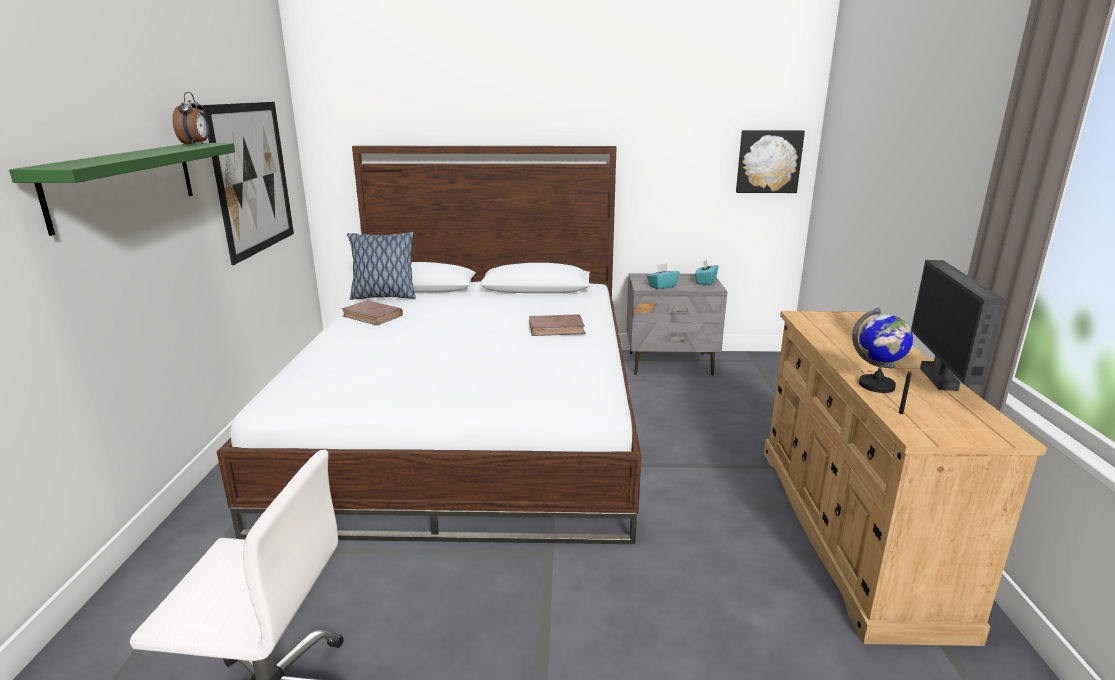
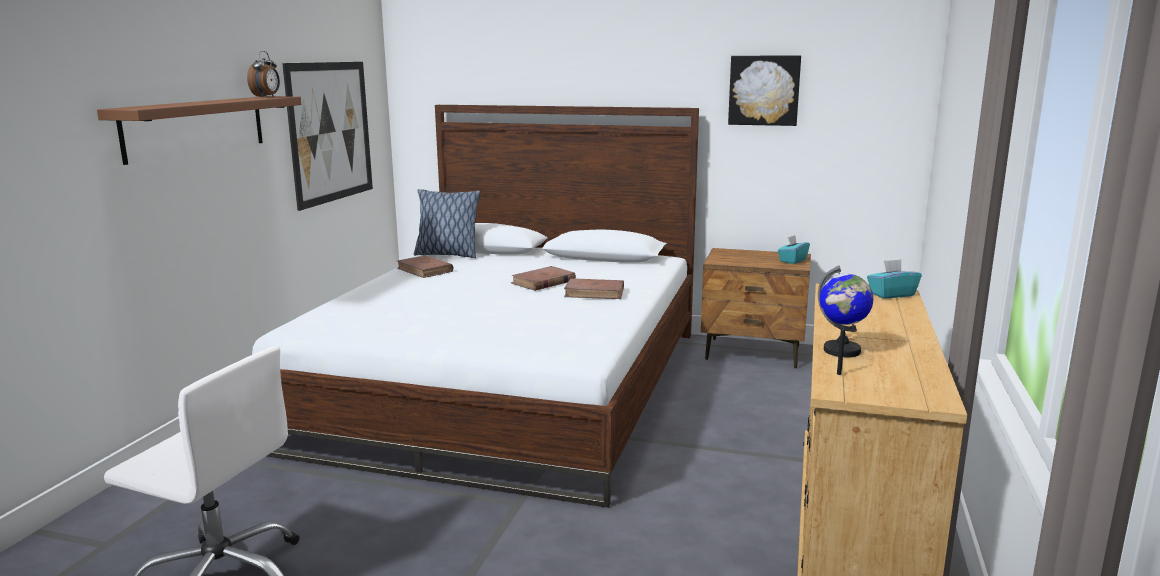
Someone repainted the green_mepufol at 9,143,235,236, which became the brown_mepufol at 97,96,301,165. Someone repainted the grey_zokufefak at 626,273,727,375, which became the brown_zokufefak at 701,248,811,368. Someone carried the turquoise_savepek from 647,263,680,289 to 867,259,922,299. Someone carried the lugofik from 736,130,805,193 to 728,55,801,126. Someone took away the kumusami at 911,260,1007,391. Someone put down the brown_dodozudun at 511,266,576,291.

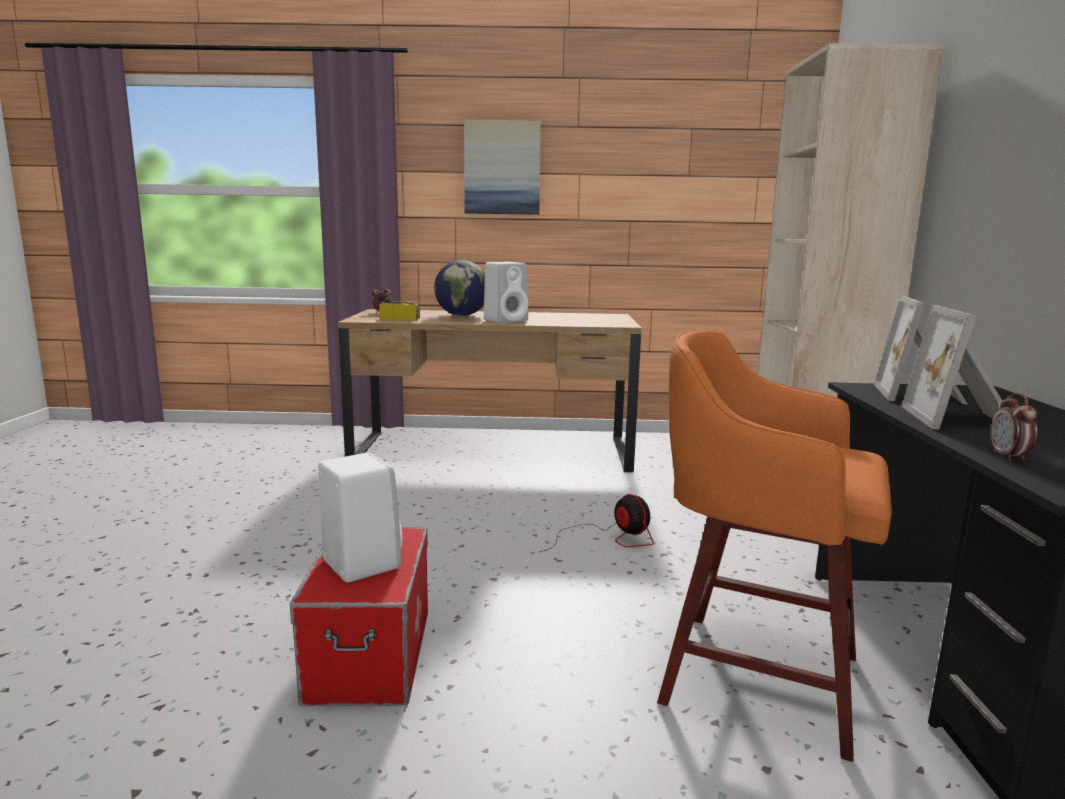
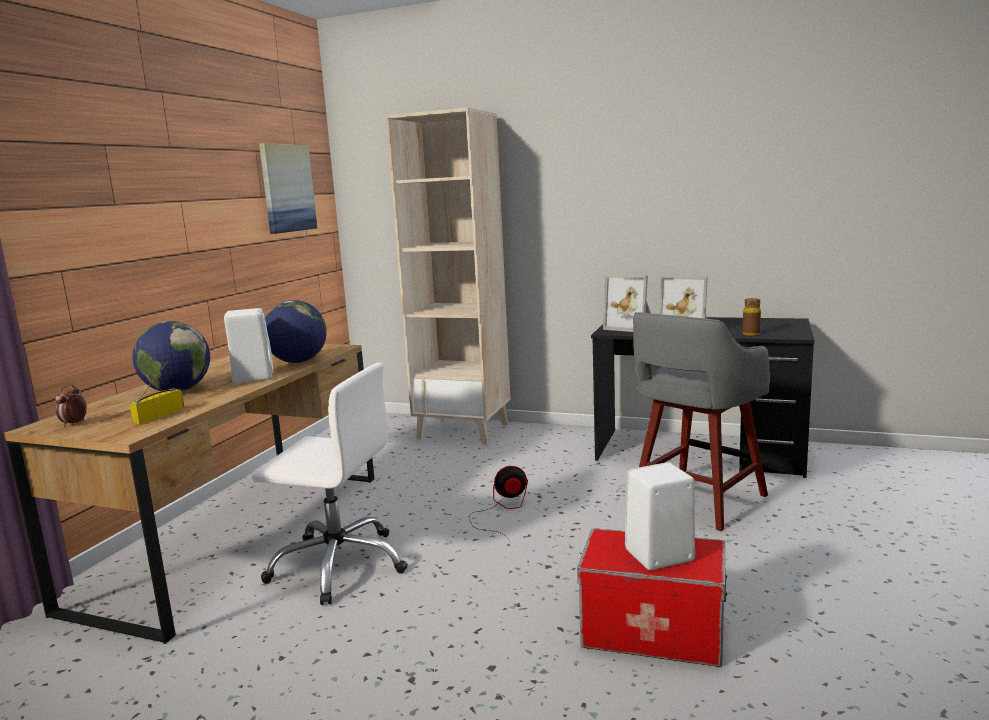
Someone carried the lugofik from 464,120,541,215 to 259,143,317,234. Someone repainted the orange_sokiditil at 657,329,892,762, which became the grey_sokiditil at 633,312,770,531. Someone swapped the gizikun at 991,392,1038,461 for the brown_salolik at 743,298,761,336. Someone put down the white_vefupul at 252,362,408,605. Someone put down the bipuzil at 265,300,327,363.

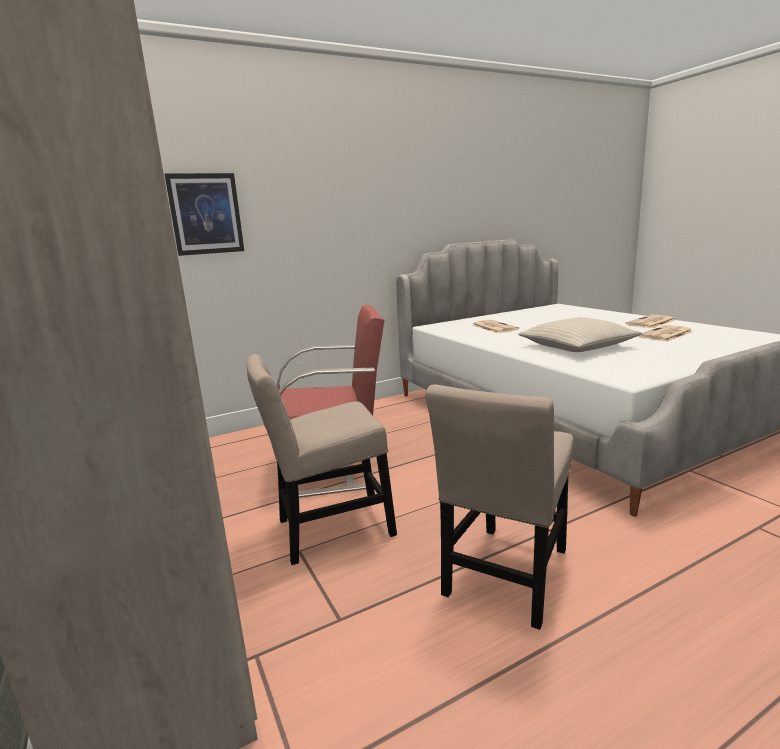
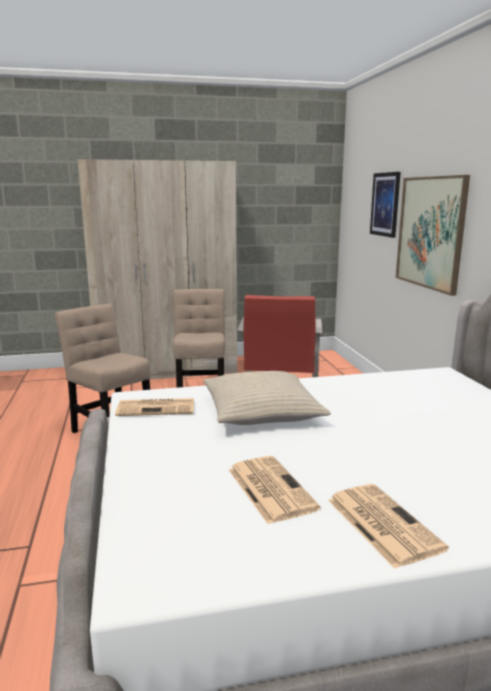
Someone carried the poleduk from 472,320,519,333 to 115,398,194,416. Someone put up the lugofik at 396,175,470,296.

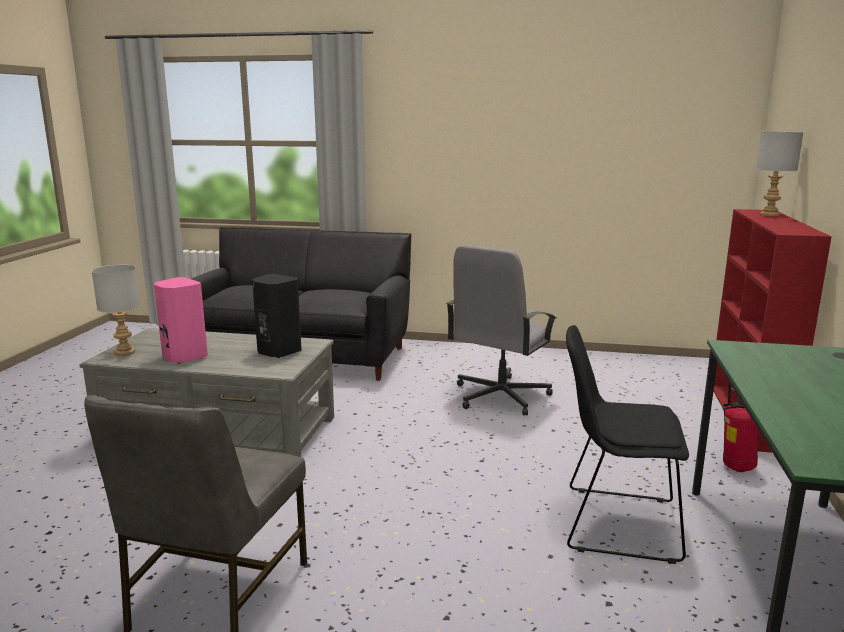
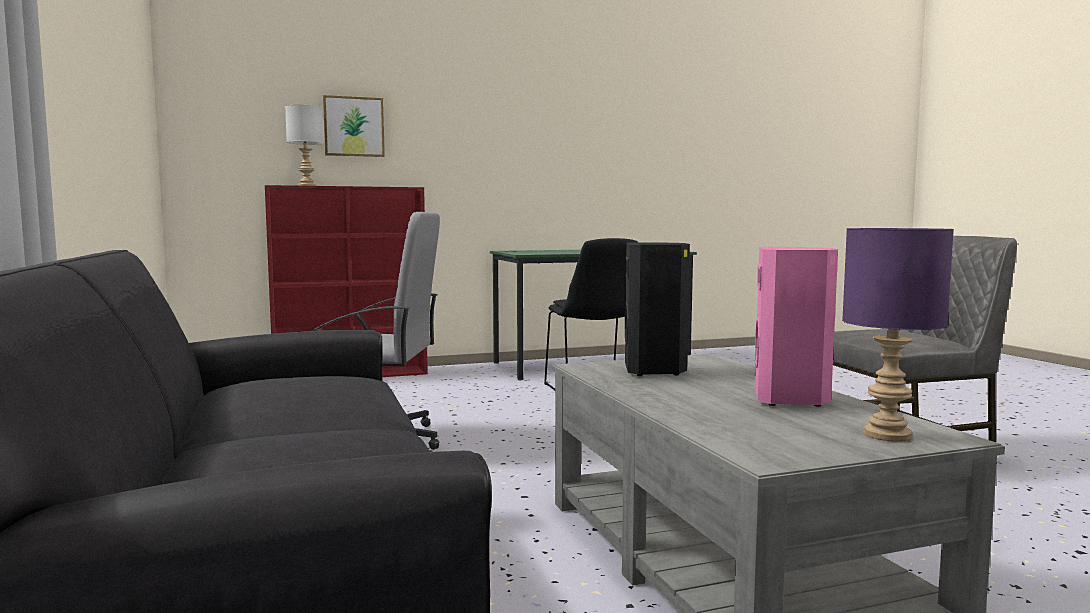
Someone repainted the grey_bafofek at 92,265,140,356, which became the purple_bafofek at 842,228,954,442. Someone took away the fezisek at 722,383,758,472. Someone put up the lugofik at 323,95,385,157.

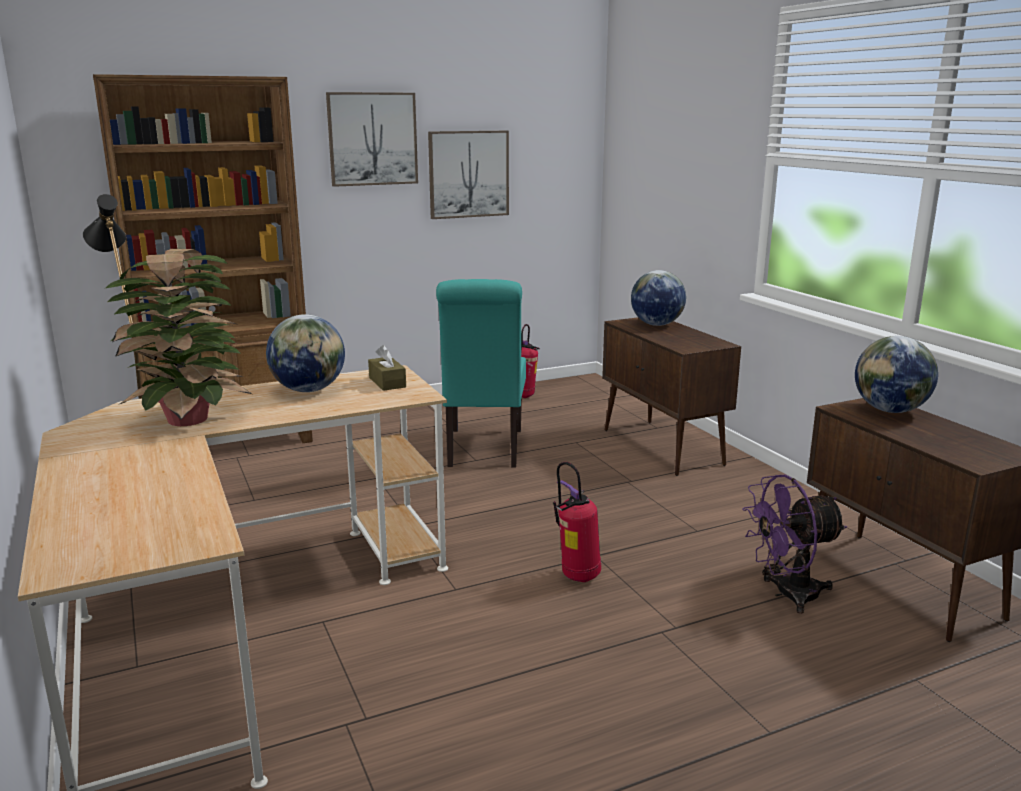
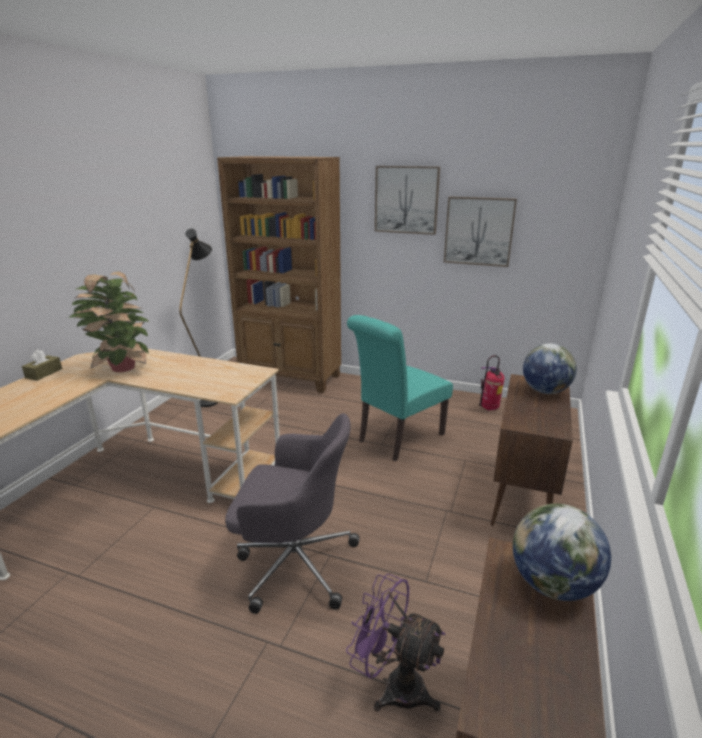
Someone took away the bipuzil at 266,314,345,392. Someone carried the brown_savepek from 368,345,406,391 to 22,349,62,381. Someone swapped the fezisek at 553,462,601,582 for the grey_vefupul at 225,413,360,614.

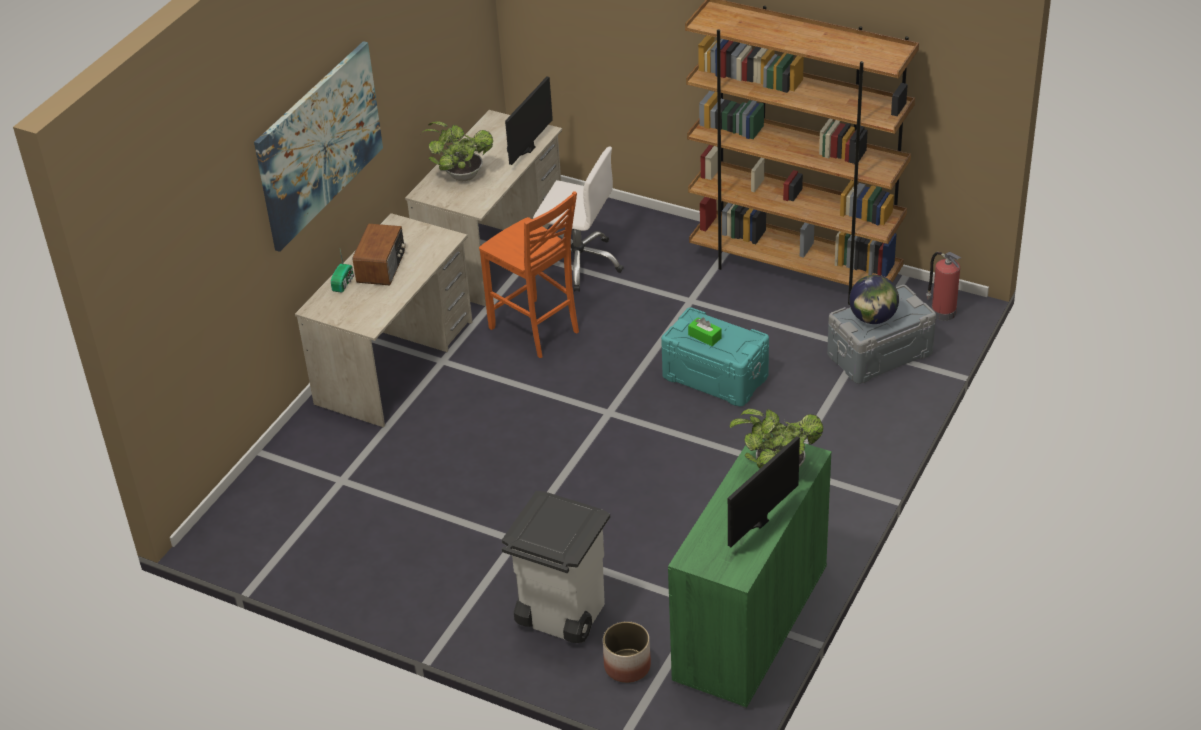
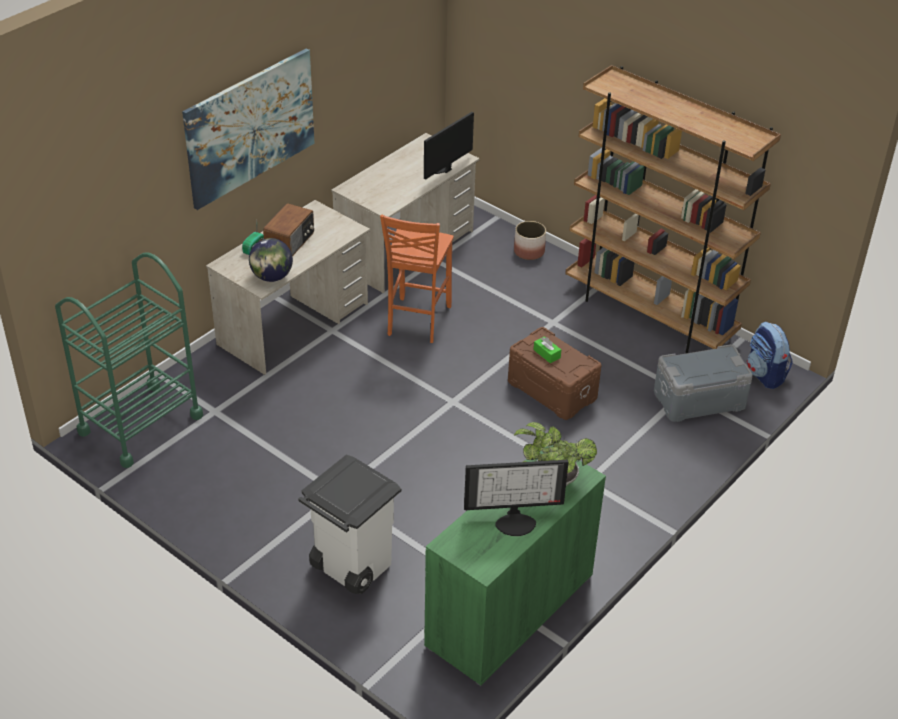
Someone took away the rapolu at 421,121,493,181. Someone rotated the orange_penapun at 479,191,579,358 by 45 degrees clockwise. Someone took away the white_vefupul at 533,147,624,292. Someone carried the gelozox from 603,621,651,683 to 514,221,546,260. Someone repainted the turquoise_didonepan at 661,307,769,406, which became the brown_didonepan at 508,327,601,420. Someone rotated the kumusami at 728,436,800,547 by 150 degrees counterclockwise. Someone carried the bipuzil from 849,275,899,324 to 249,238,293,282. Someone swapped the fezisek at 926,252,962,321 for the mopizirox at 747,321,793,389. Someone put down the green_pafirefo at 55,253,203,468.

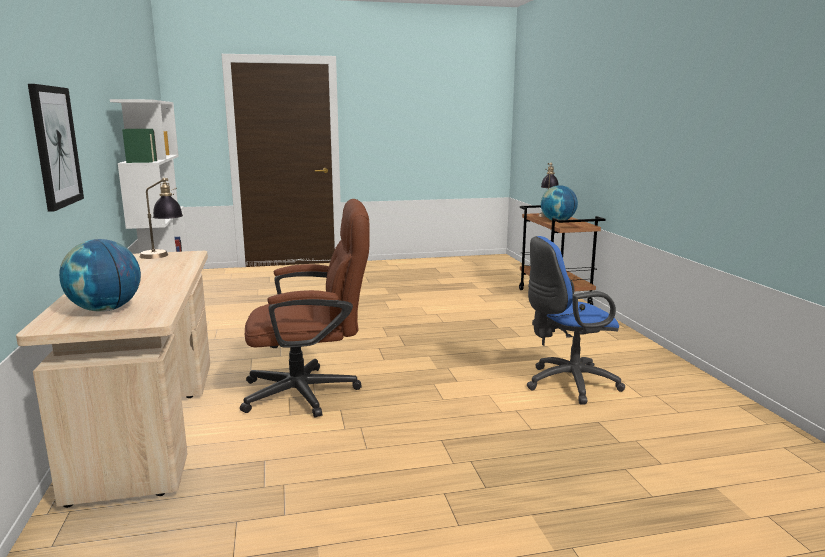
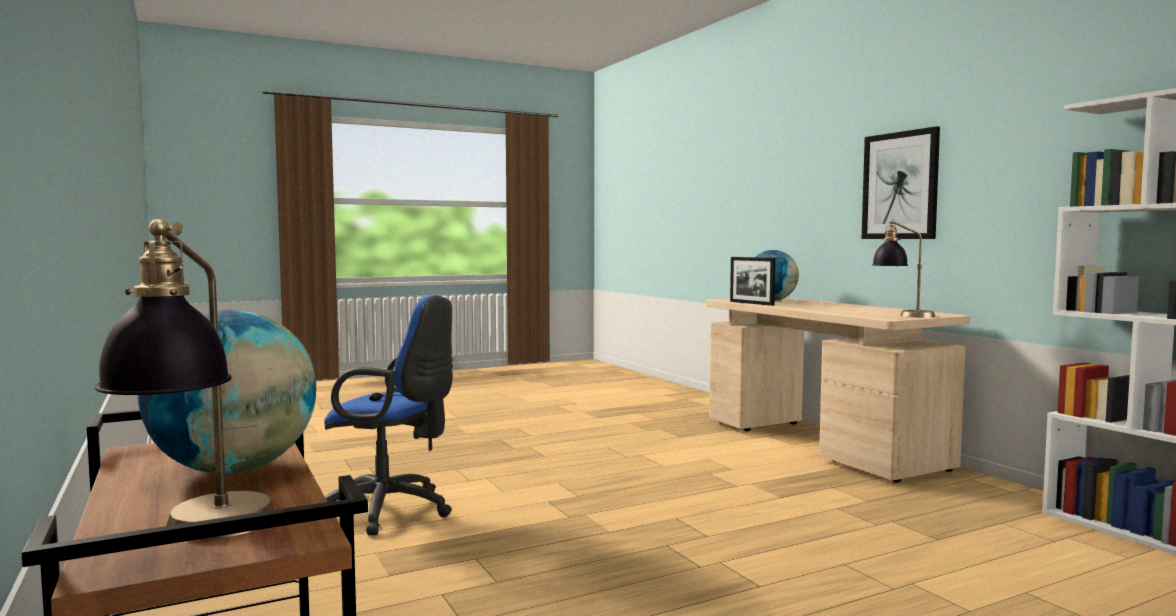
Someone took away the brown_vefupul at 240,199,369,417. Someone rotated the blue_vefupul at 527,236,625,404 by 45 degrees clockwise. Someone put down the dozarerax at 730,257,775,306.

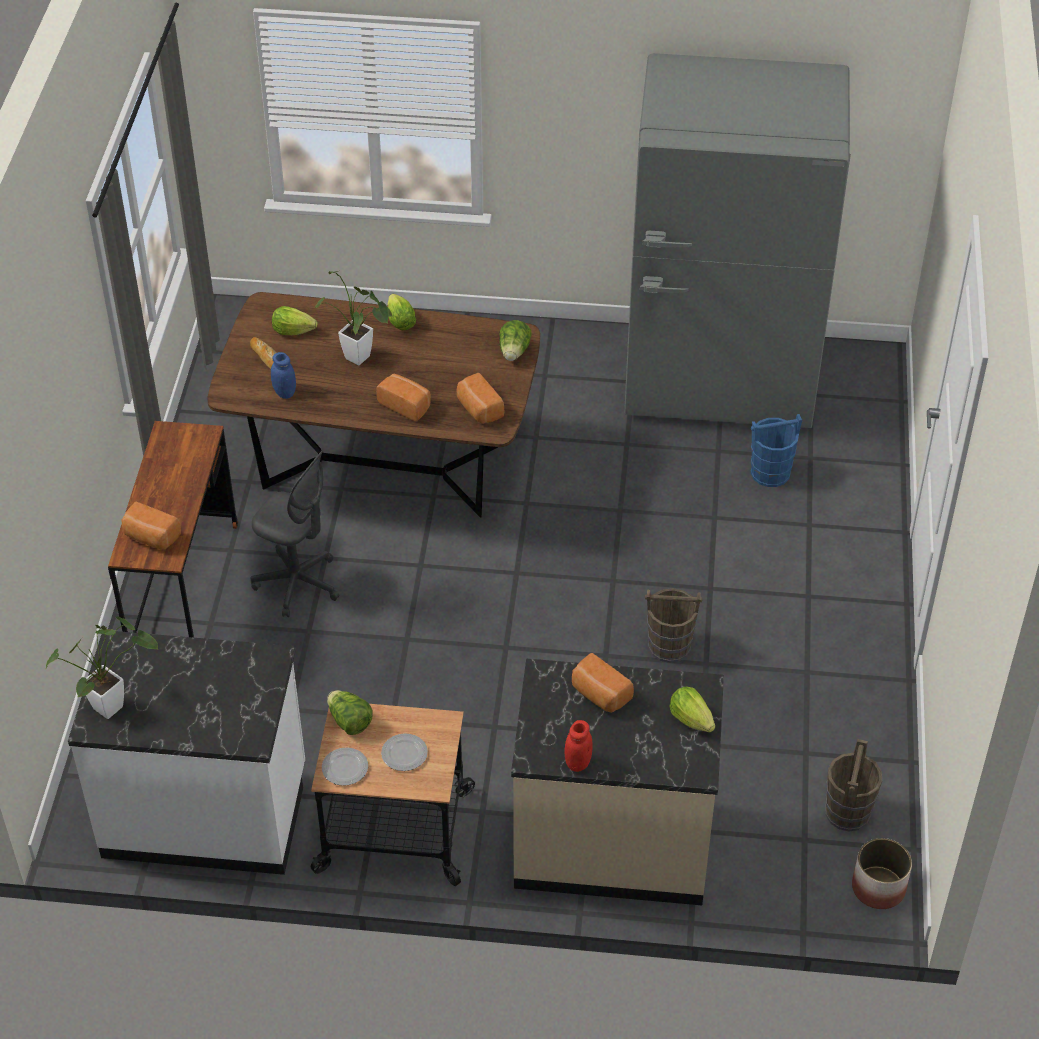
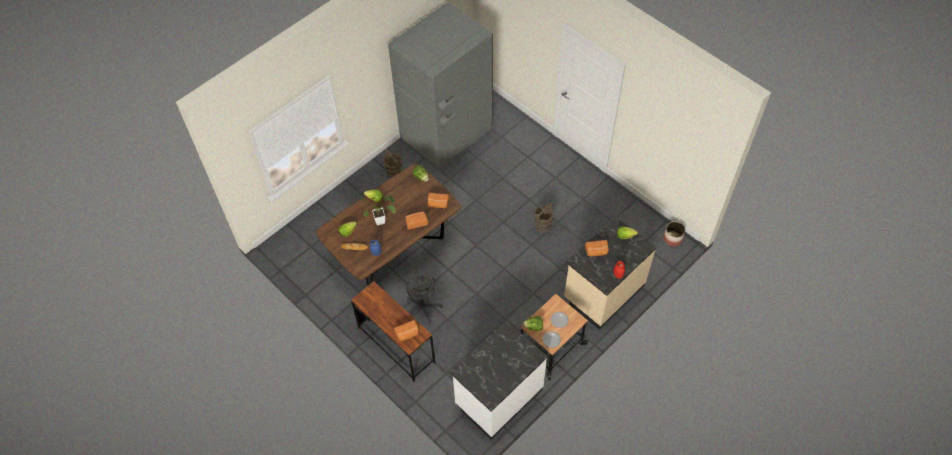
Someone took away the rapolu at 46,617,158,719. Someone rotated the grey_vefupul at 251,451,339,617 by 90 degrees clockwise. Someone took away the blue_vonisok at 751,414,802,487. Someone carried the brown_vonisok from 825,739,882,831 to 383,149,402,179.

